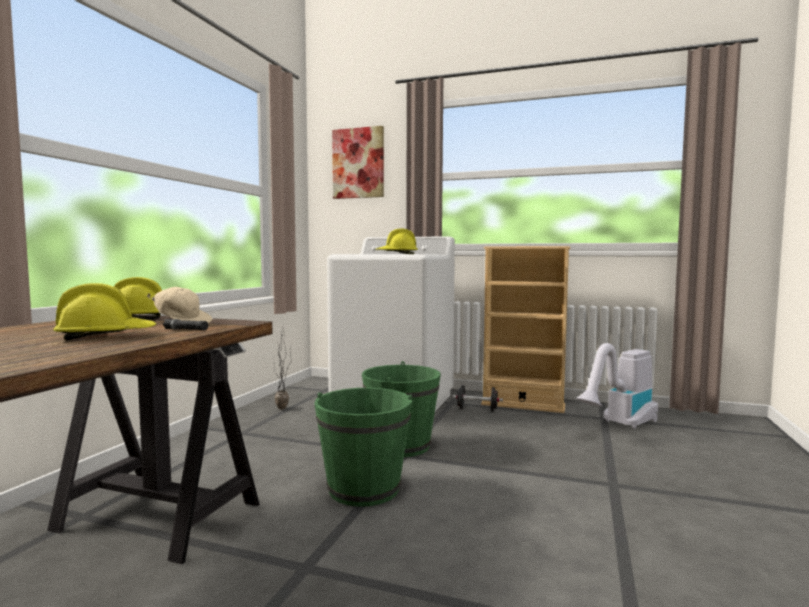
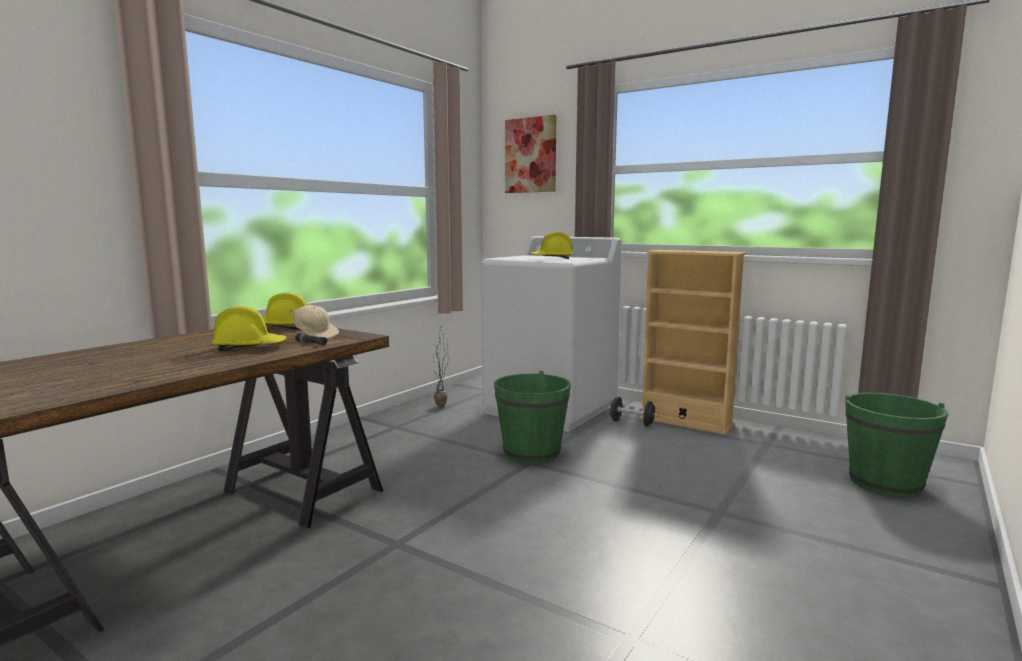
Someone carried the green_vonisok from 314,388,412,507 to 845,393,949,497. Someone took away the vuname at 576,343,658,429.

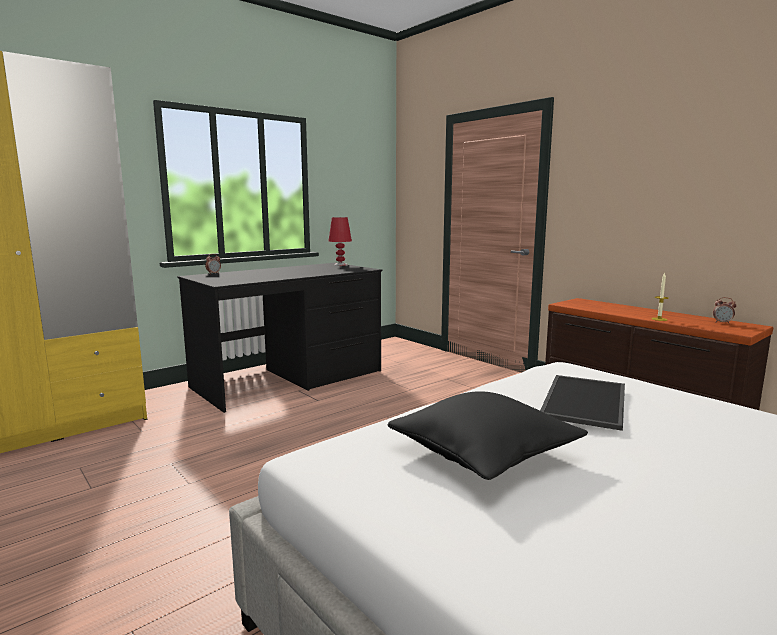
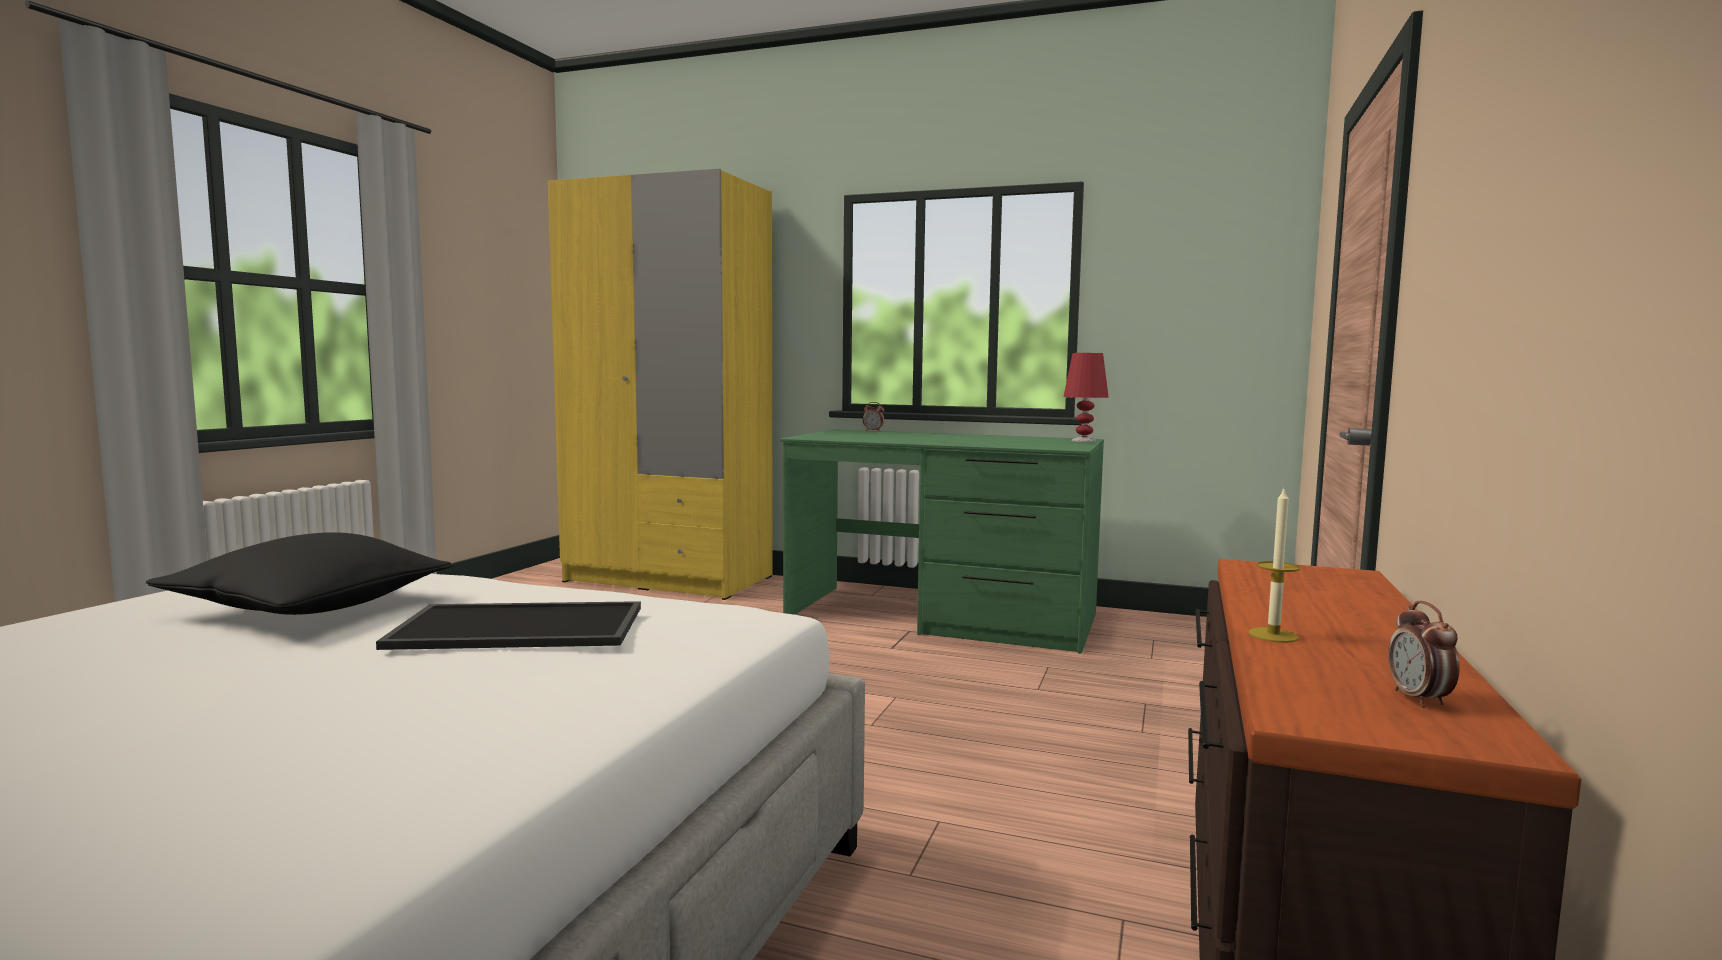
Someone repainted the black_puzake at 177,263,382,413, which became the green_puzake at 780,429,1104,654.

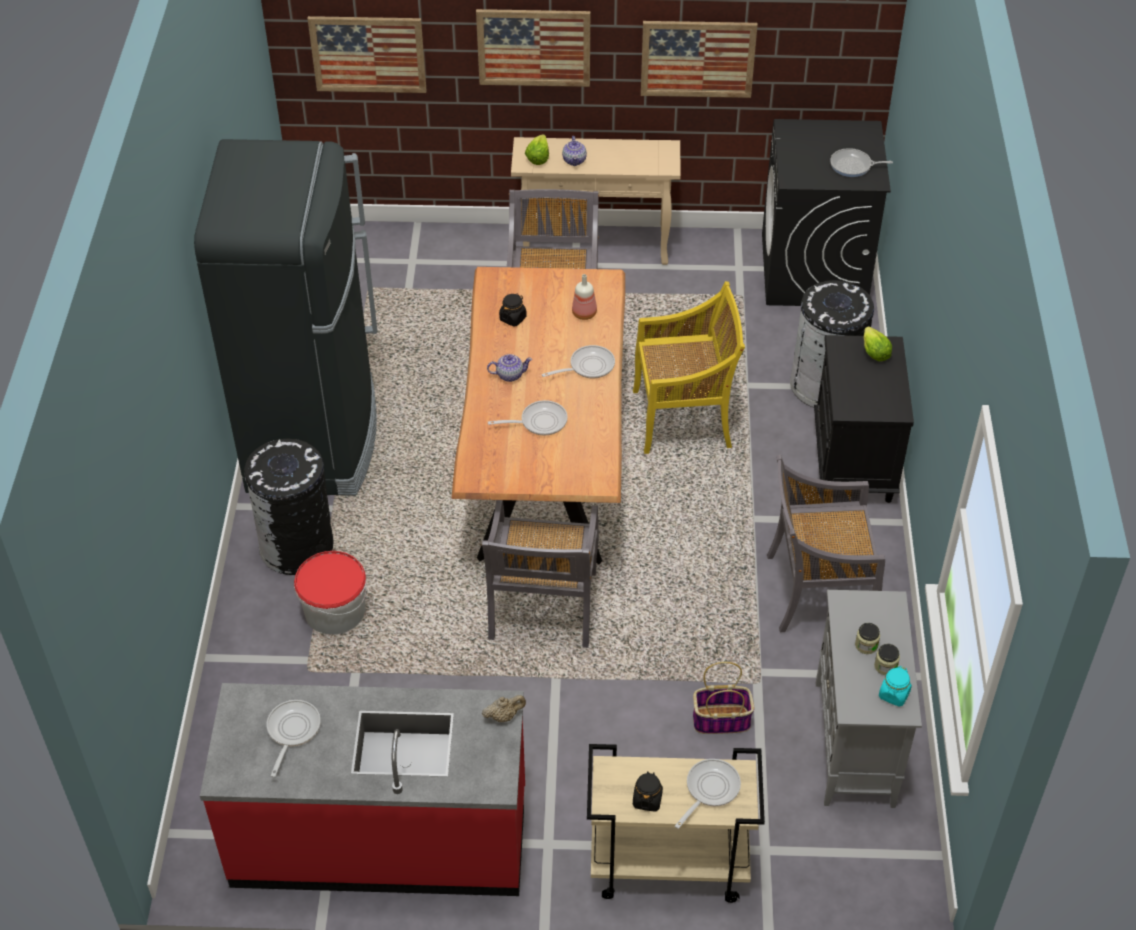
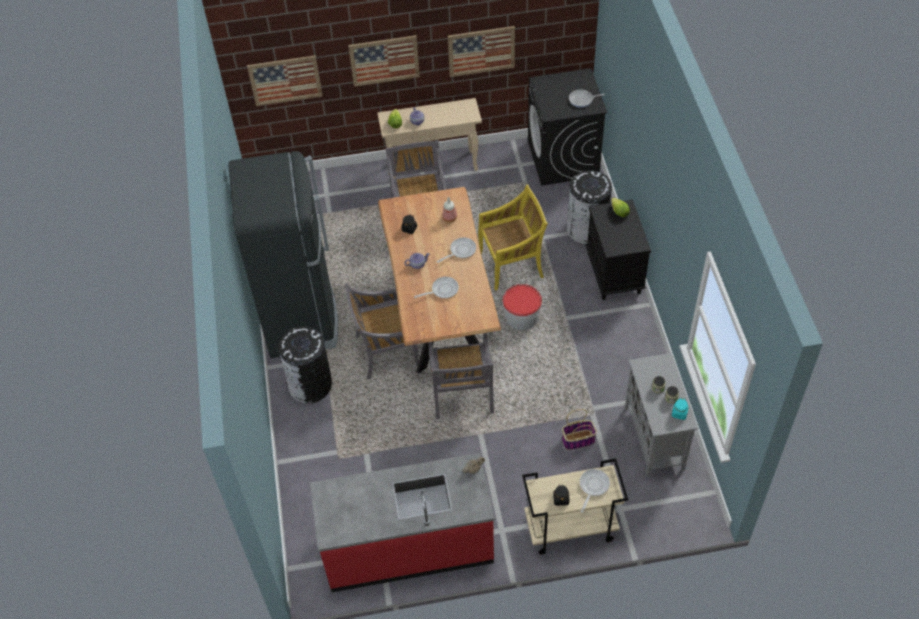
Someone took away the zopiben at 267,700,321,777. Someone carried the vonisok from 294,551,367,634 to 502,284,542,330. Someone carried the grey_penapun from 767,454,885,632 to 345,283,419,379.

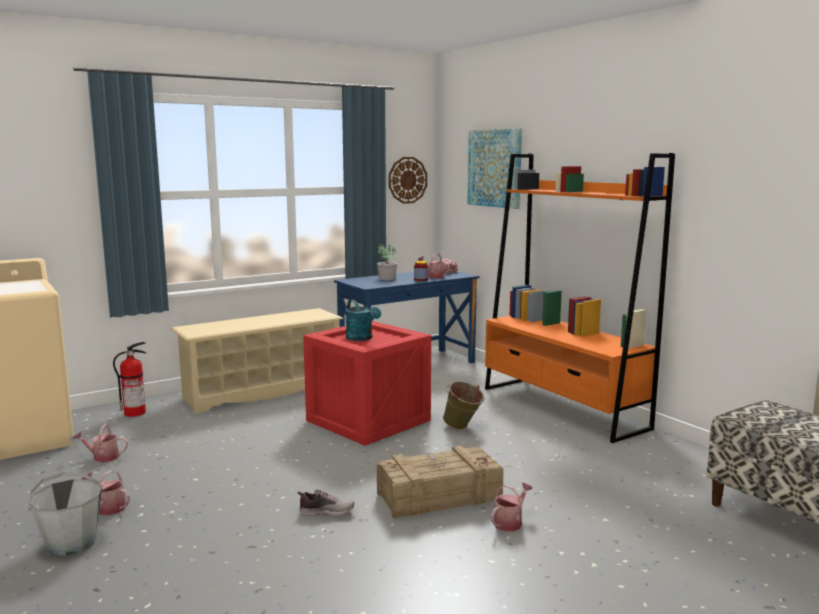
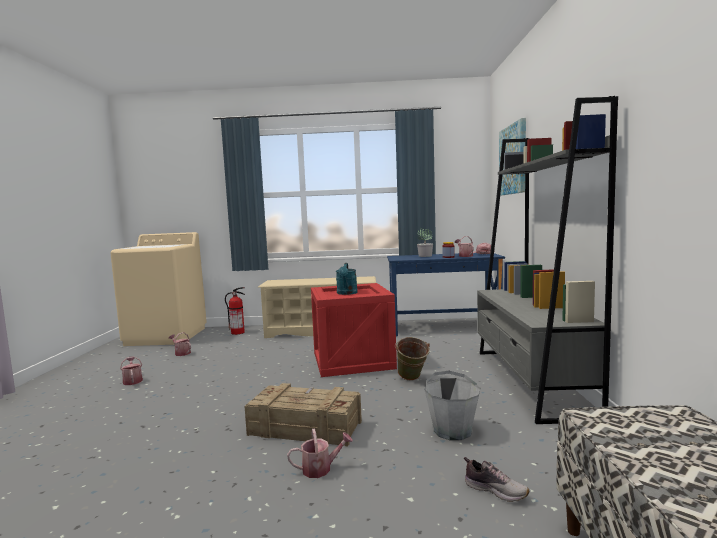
Someone carried the grey_vonisok from 28,472,103,556 to 424,371,480,440. Someone carried the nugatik from 297,490,354,517 to 464,457,529,502. Someone took away the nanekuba at 389,157,427,204. Someone repainted the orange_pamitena at 485,153,675,443, which became the grey_pamitena at 477,96,618,424.

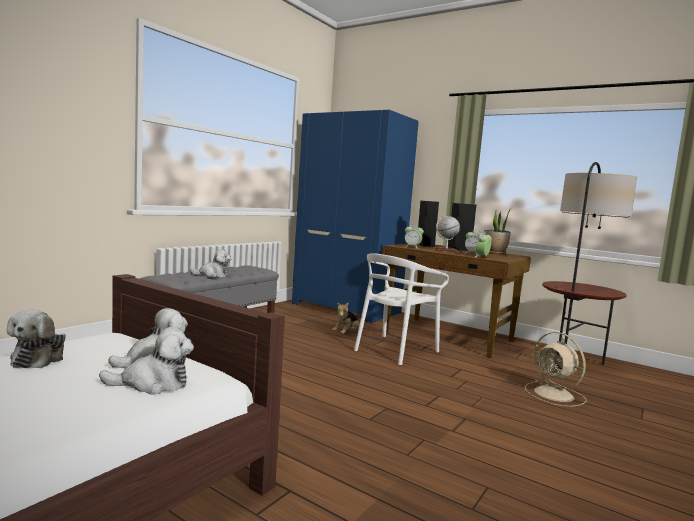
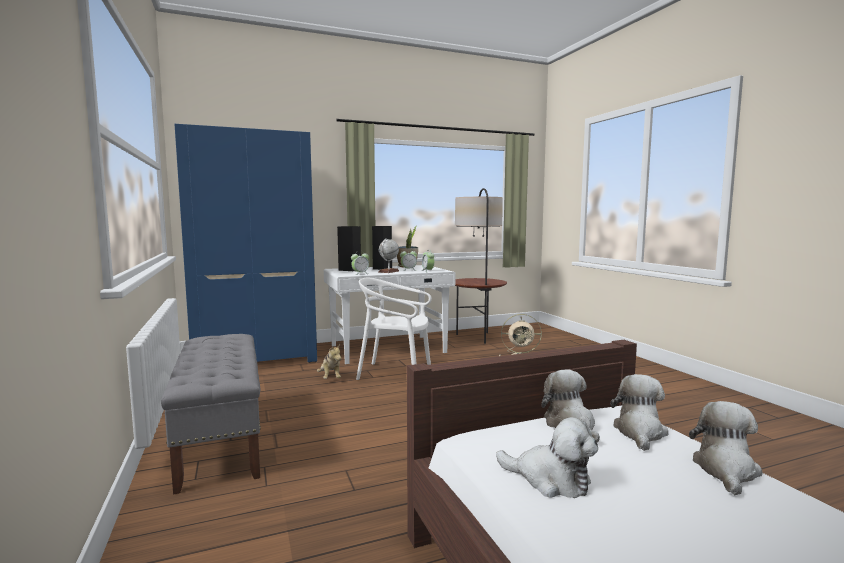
Someone carried the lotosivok from 190,249,231,277 to 689,401,762,495. Someone rotated the white_penapun at 354,253,449,365 by 120 degrees clockwise. Someone repainted the brown_puzake at 382,244,531,358, which became the white_puzake at 324,265,456,364.

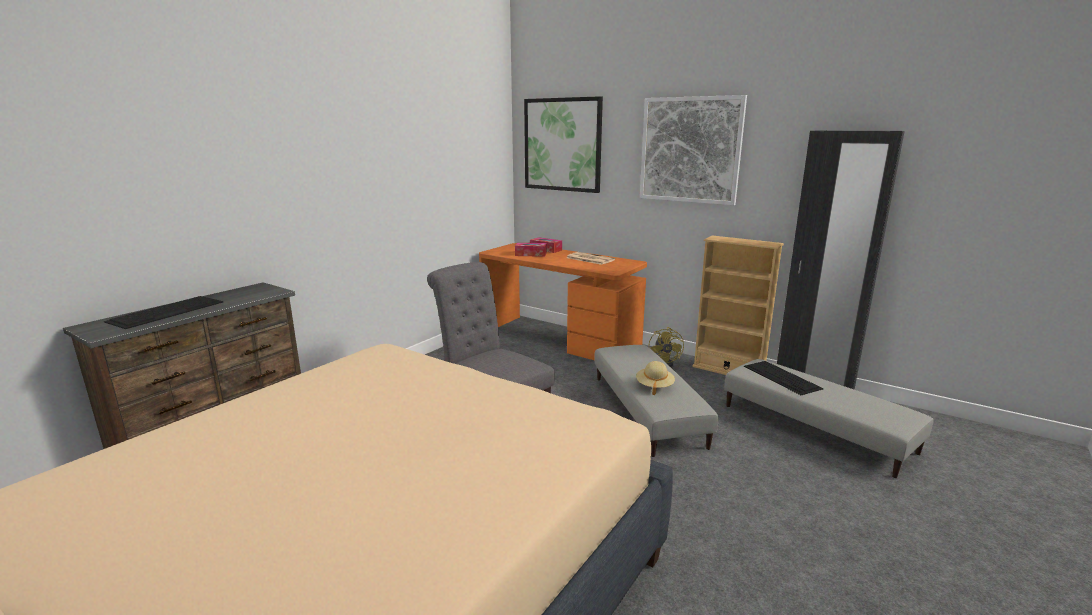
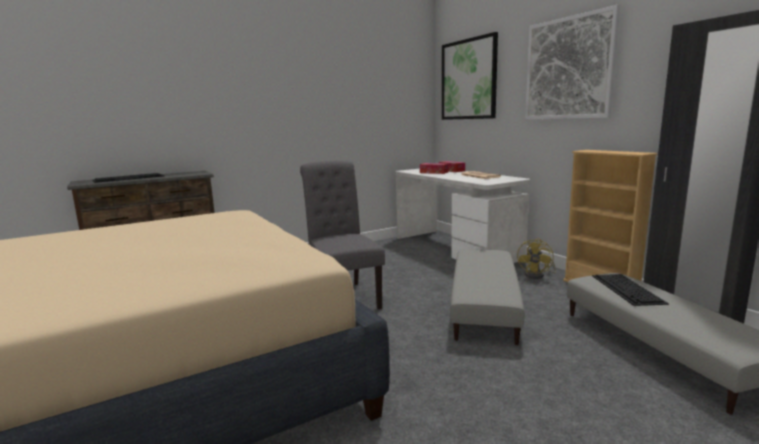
Someone repainted the orange_puzake at 479,243,647,360, which became the white_puzake at 396,169,530,263. Someone took away the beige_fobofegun at 636,361,675,395.

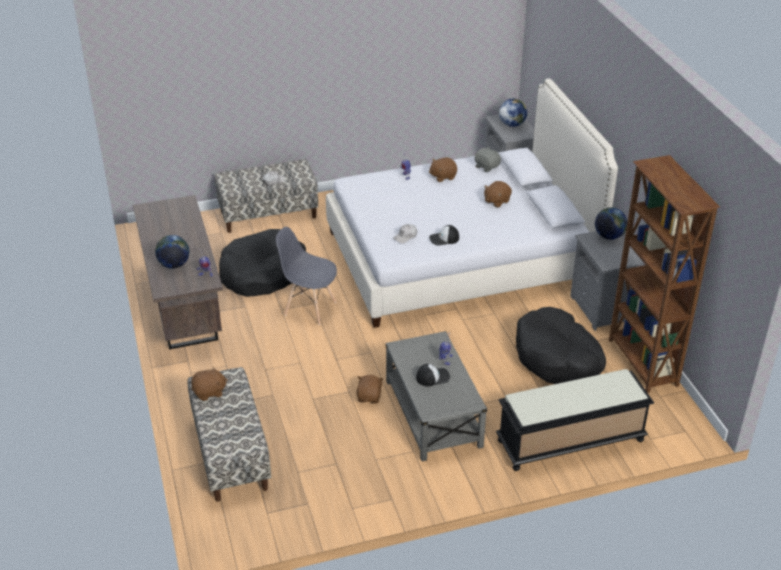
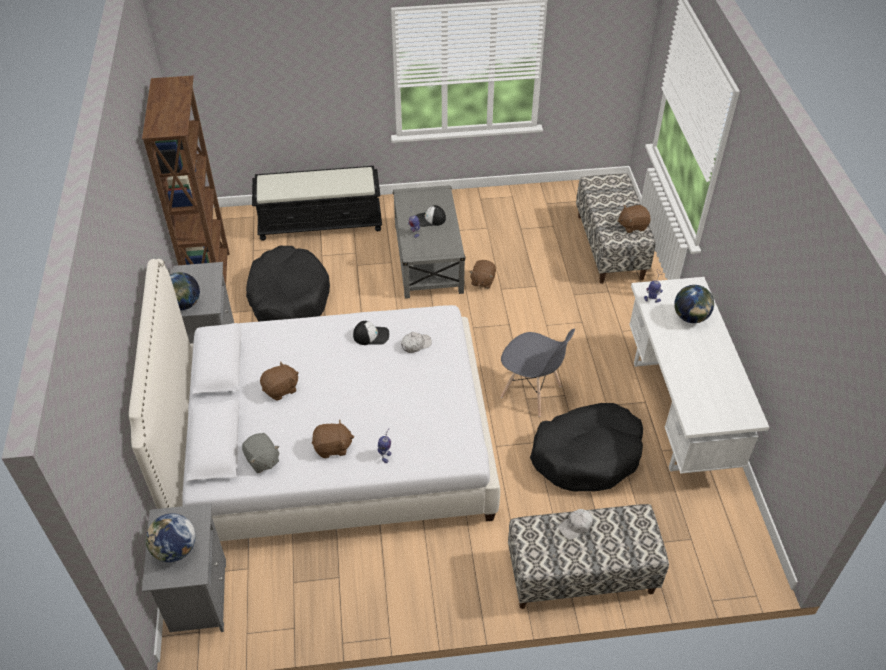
Someone repainted the brown_puzake at 133,195,223,350, which became the white_puzake at 629,277,769,474.

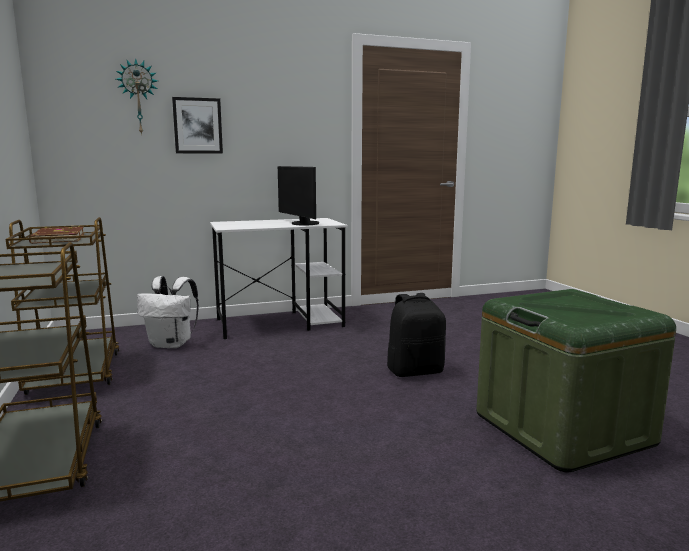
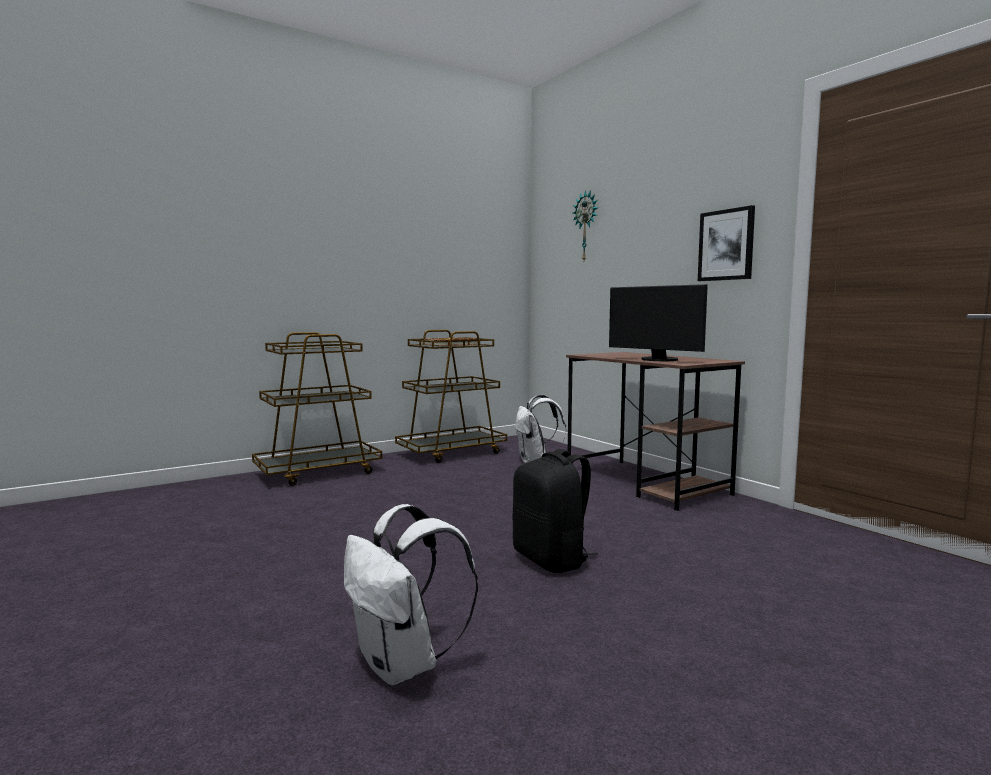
Someone carried the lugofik from 172,97,223,154 to 698,205,755,281. Someone repainted the white_puzake at 210,218,348,339, which became the brown_puzake at 566,352,745,511. Someone rotated the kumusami at 278,166,319,225 by 90 degrees counterclockwise. Someone swapped the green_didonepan at 477,289,676,472 for the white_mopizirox at 344,504,478,685.

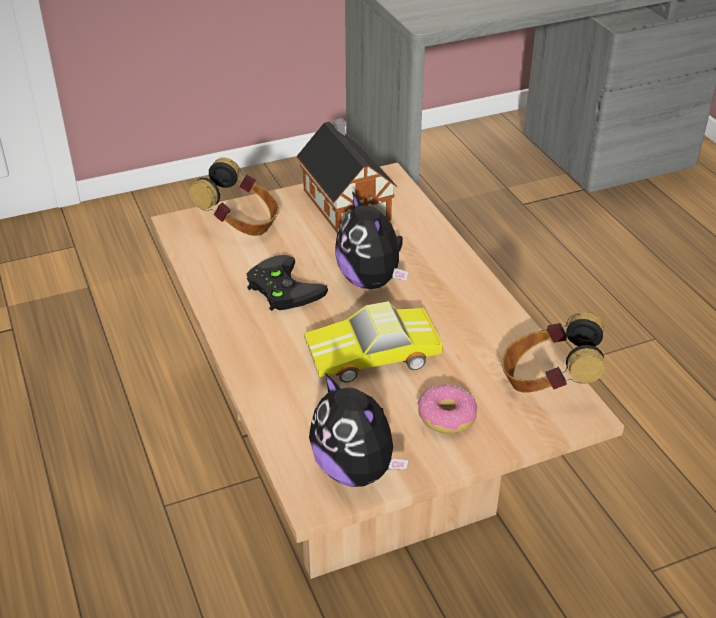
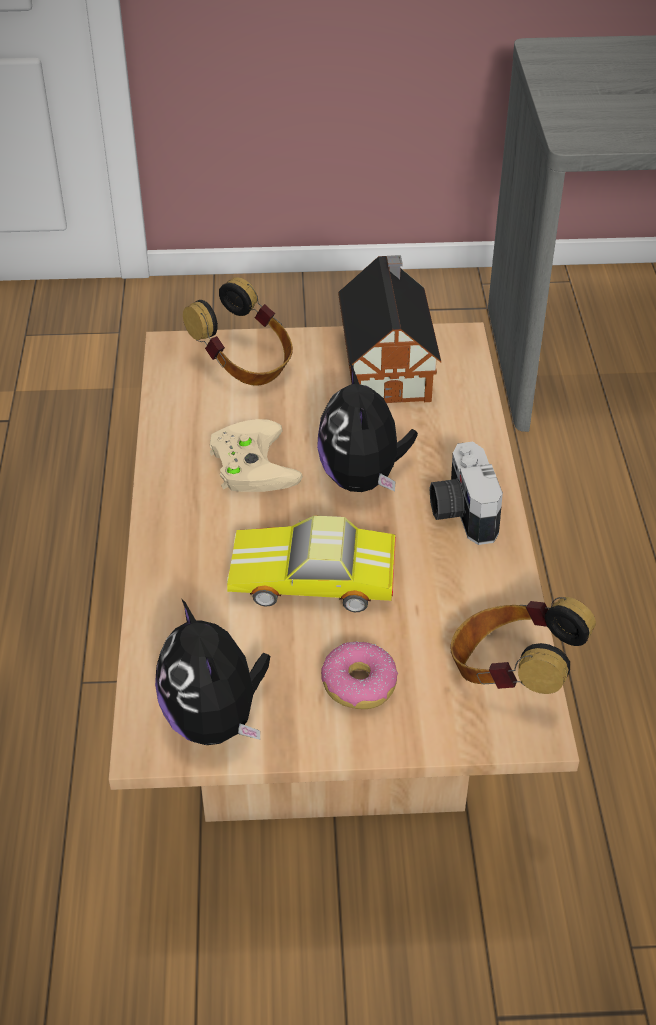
Someone repainted the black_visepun at 246,255,328,311, which became the beige_visepun at 210,419,303,492. Someone put down the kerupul at 429,442,503,545.

